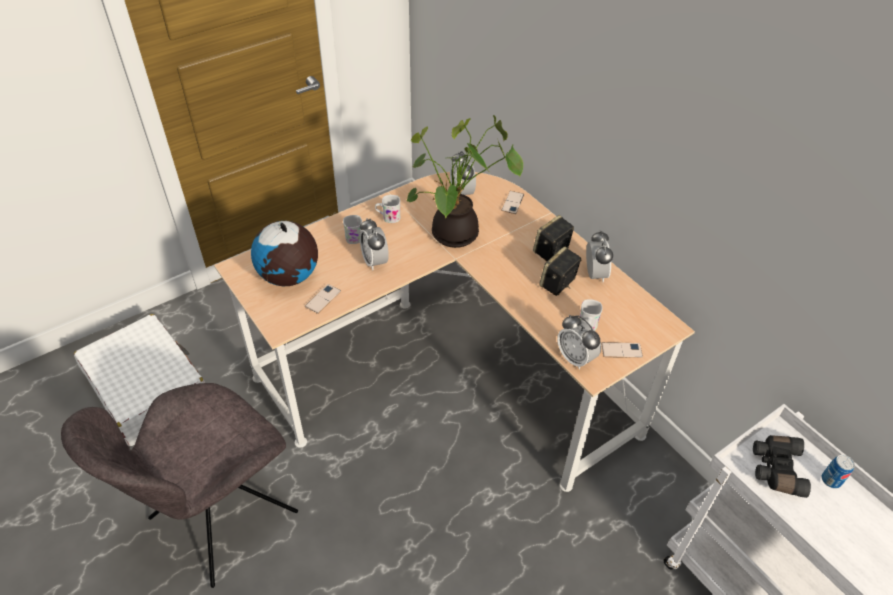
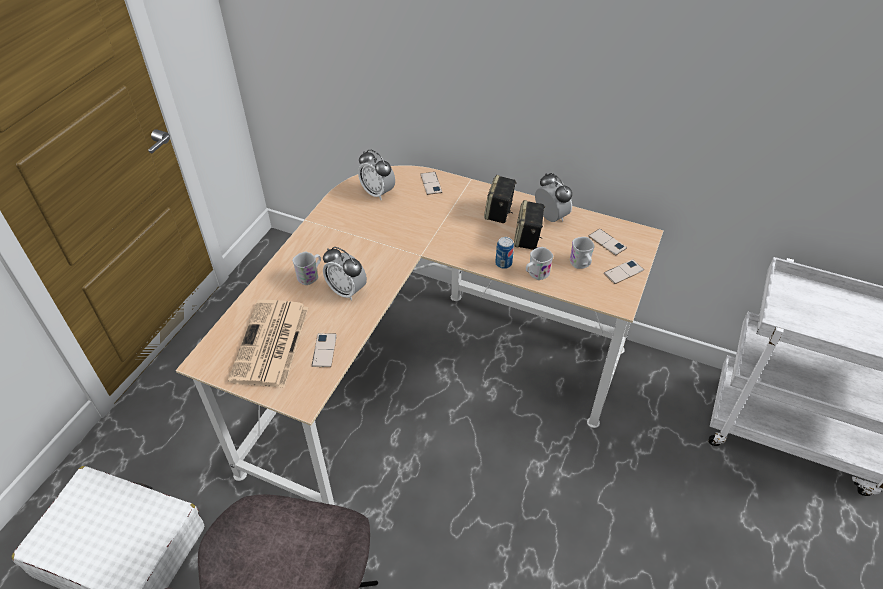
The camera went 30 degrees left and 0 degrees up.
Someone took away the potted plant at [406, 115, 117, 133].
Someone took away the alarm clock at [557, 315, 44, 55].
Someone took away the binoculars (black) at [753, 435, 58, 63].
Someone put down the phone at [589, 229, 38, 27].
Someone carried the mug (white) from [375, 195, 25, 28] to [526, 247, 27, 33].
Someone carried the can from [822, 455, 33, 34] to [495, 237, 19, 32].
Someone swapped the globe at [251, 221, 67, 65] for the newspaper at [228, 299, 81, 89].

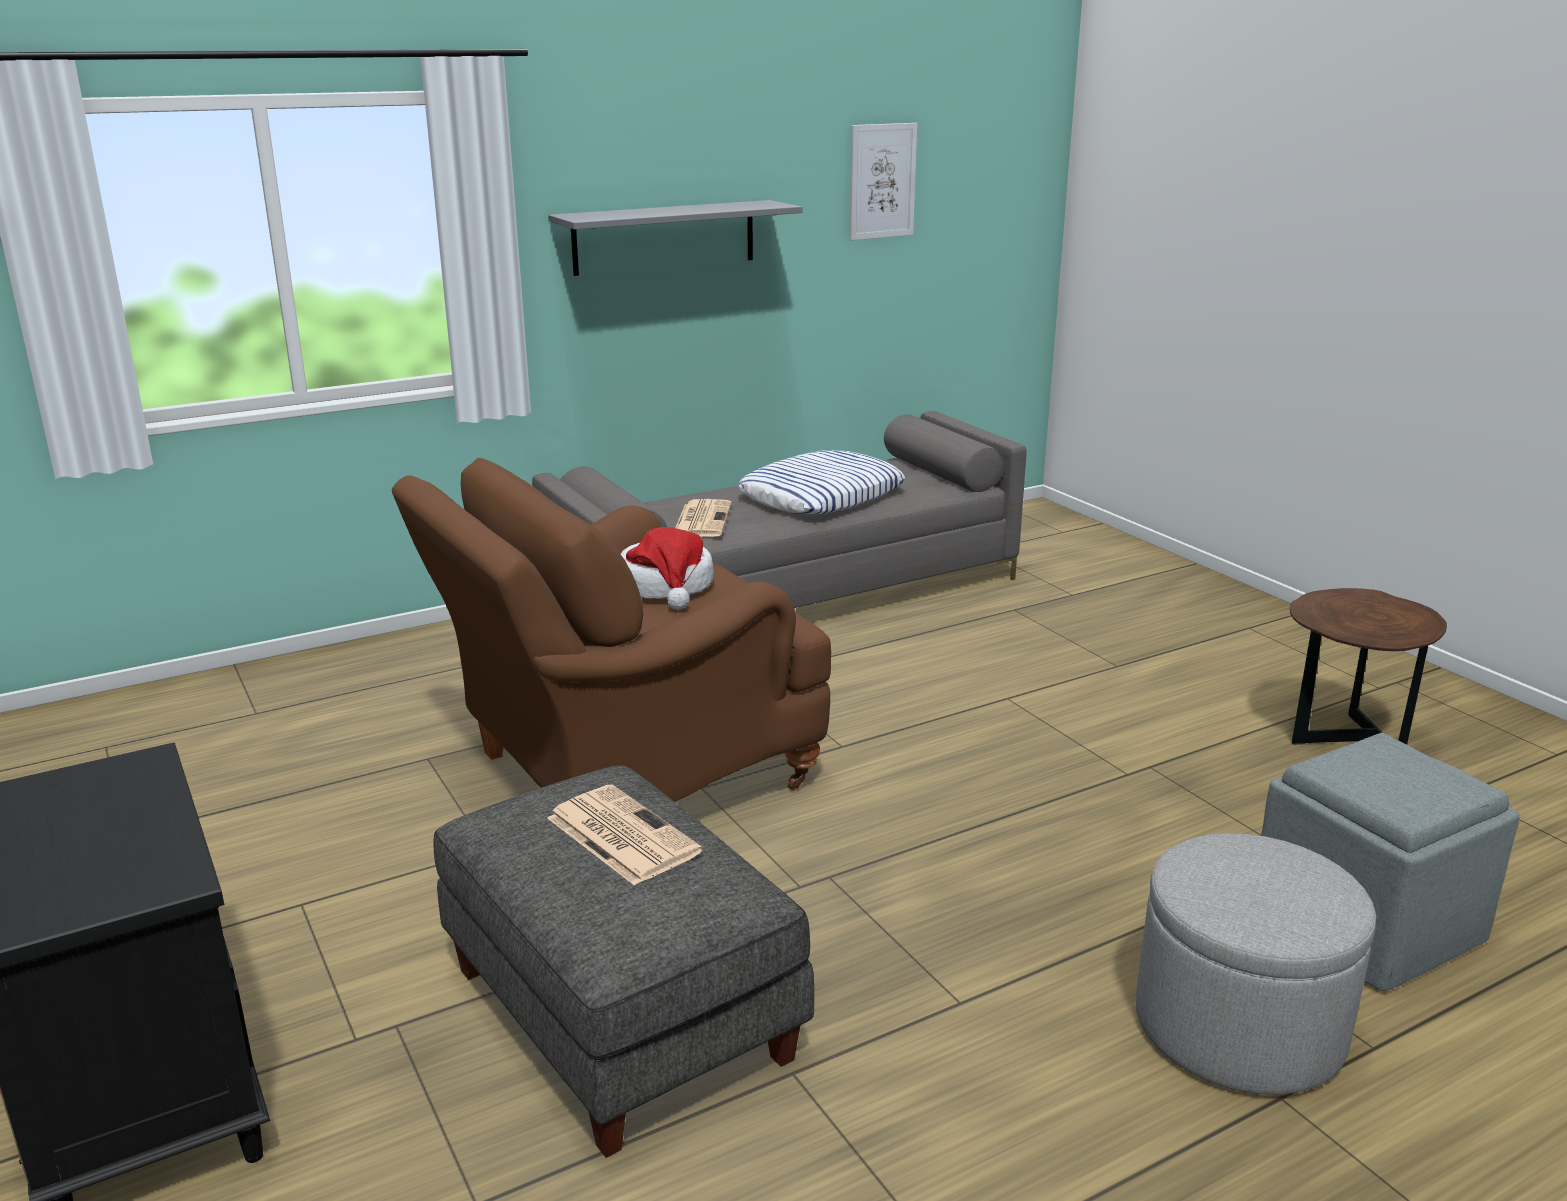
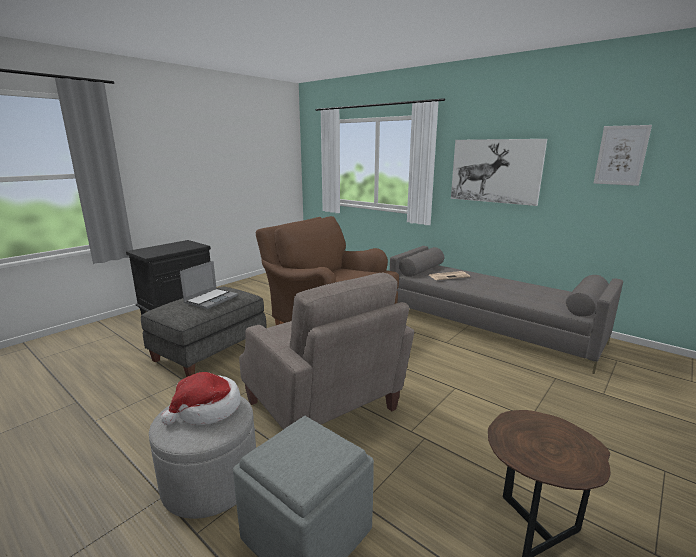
The camera went 70 degrees right and 5 degrees down.
Someone took away the pillow at [738, 450, 167, 65].
Someone put down the armchair (beige) at [239, 273, 175, 157].
Someone carried the hat from [621, 527, 93, 83] to [161, 372, 80, 53].
Someone swapped the newspaper at [547, 785, 156, 101] for the laptop at [180, 261, 58, 48].
Someone swapped the shelf (grey) at [548, 200, 254, 76] for the picture at [451, 139, 96, 67].

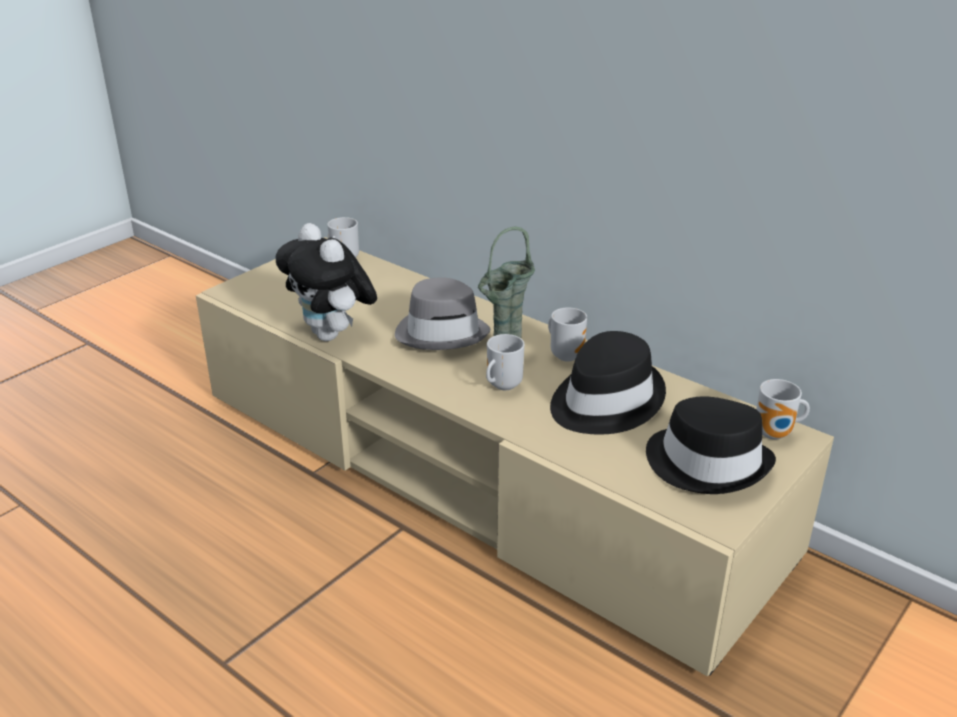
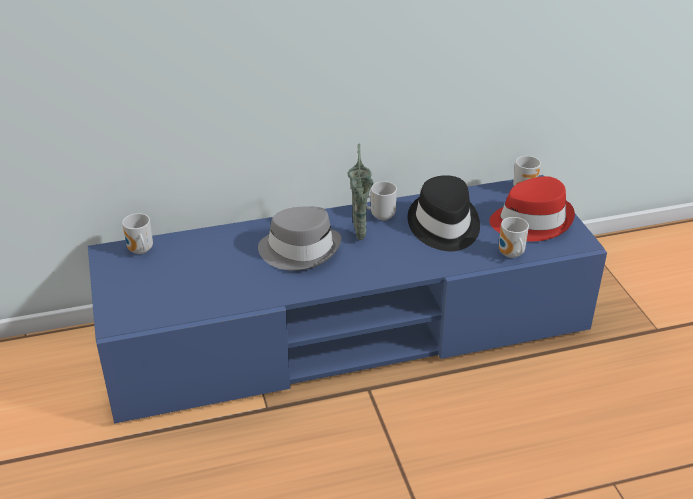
The camera went 55 degrees left and 5 degrees up.
Someone took away the plush toy at [275, 223, 102, 118].
Someone carried the mug from [486, 334, 38, 56] to [499, 217, 30, 41].
Someone repainted the tv stand (beige) at [196, 237, 638, 440], which became the tv stand (blue) at [88, 175, 519, 248].
Someone repainted the hat (black) at [646, 396, 130, 98], which became the hat (red) at [489, 176, 86, 65].

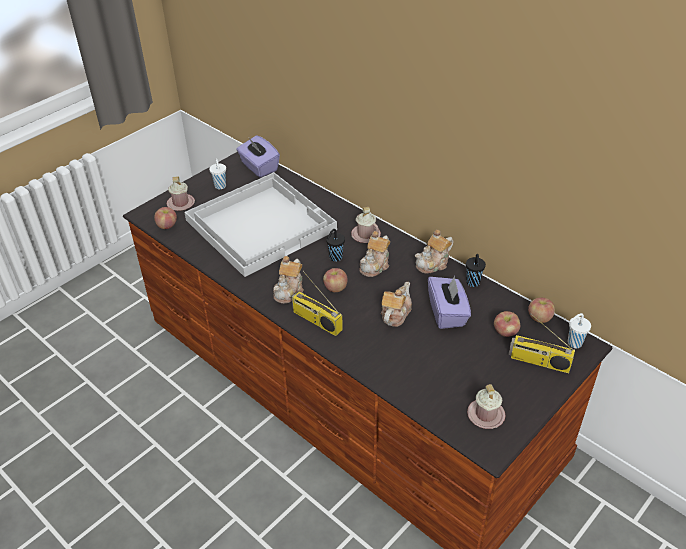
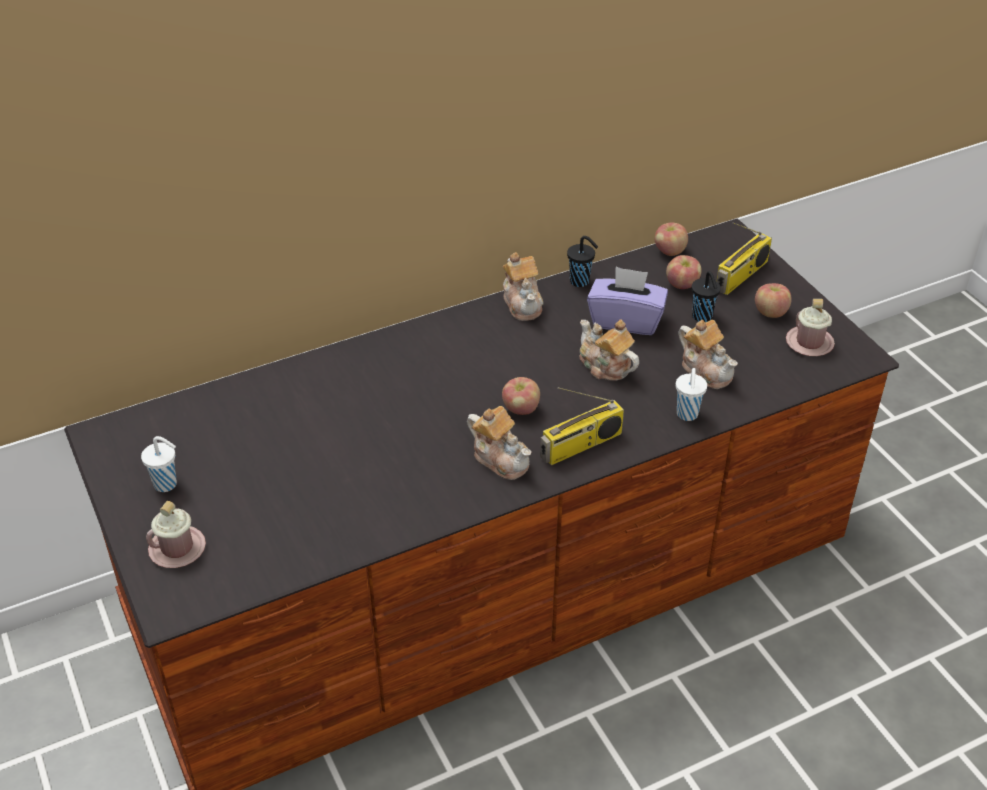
The camera went 70 degrees left and 0 degrees up.
Someone took away the tray (white) at [184, 172, 153, 105].
Someone took away the tissue box (purple) at [236, 136, 44, 42].
Someone took away the mug (pink) at [351, 207, 30, 36].
Someone carried the apple from [154, 207, 23, 22] to [755, 283, 36, 35].
Someone carried the cup (black) from [326, 229, 19, 33] to [691, 271, 30, 51].
Someone carried the teapot from [359, 231, 31, 46] to [678, 320, 60, 69].
Someone carried the cup (white) from [568, 313, 23, 36] to [676, 368, 31, 53].

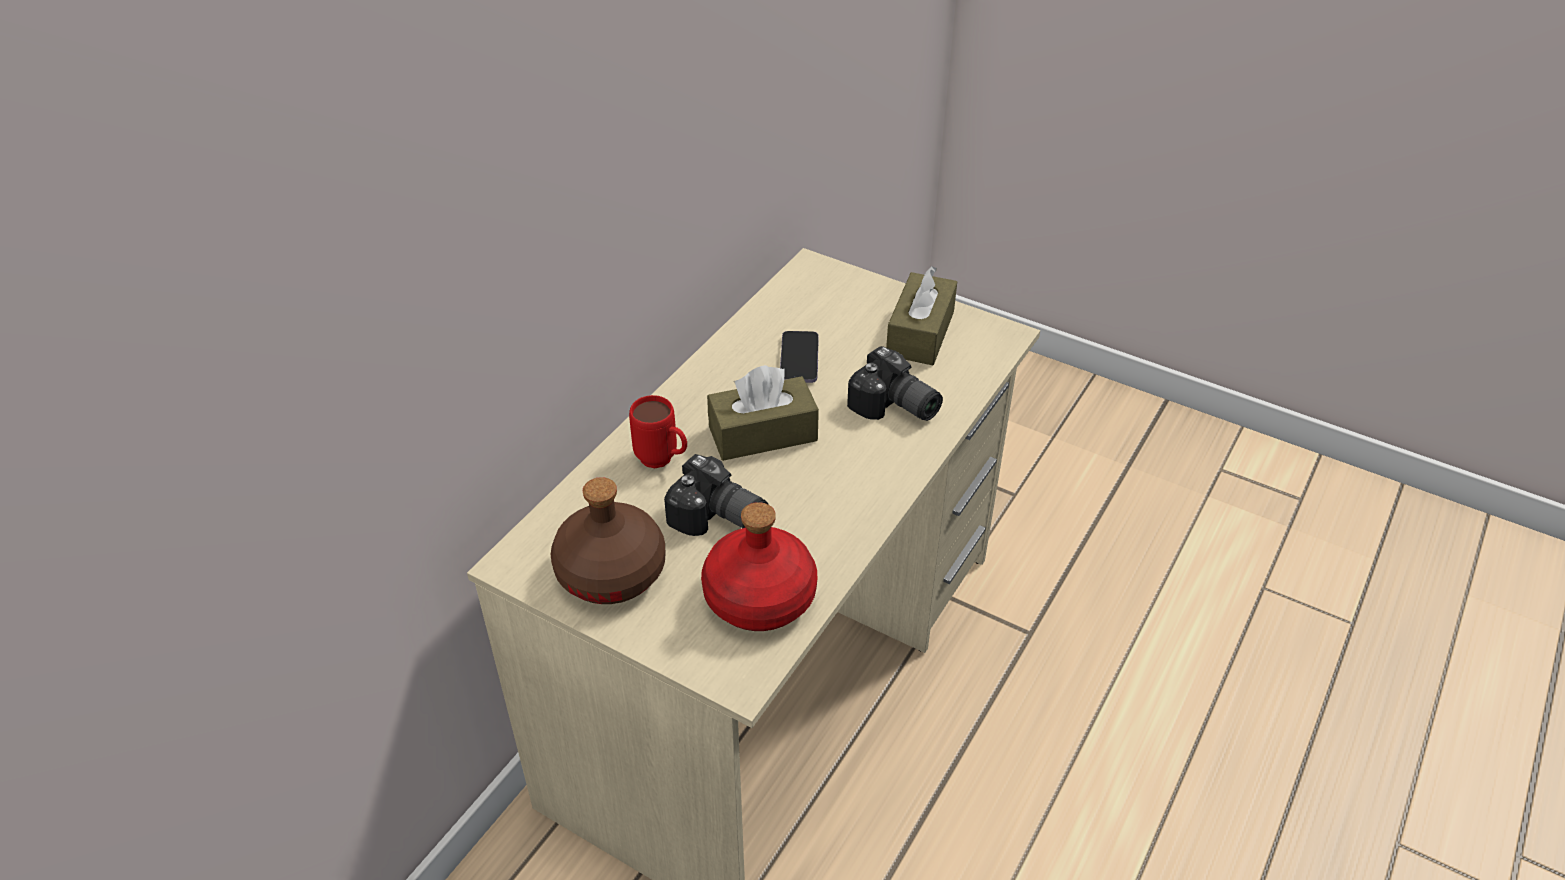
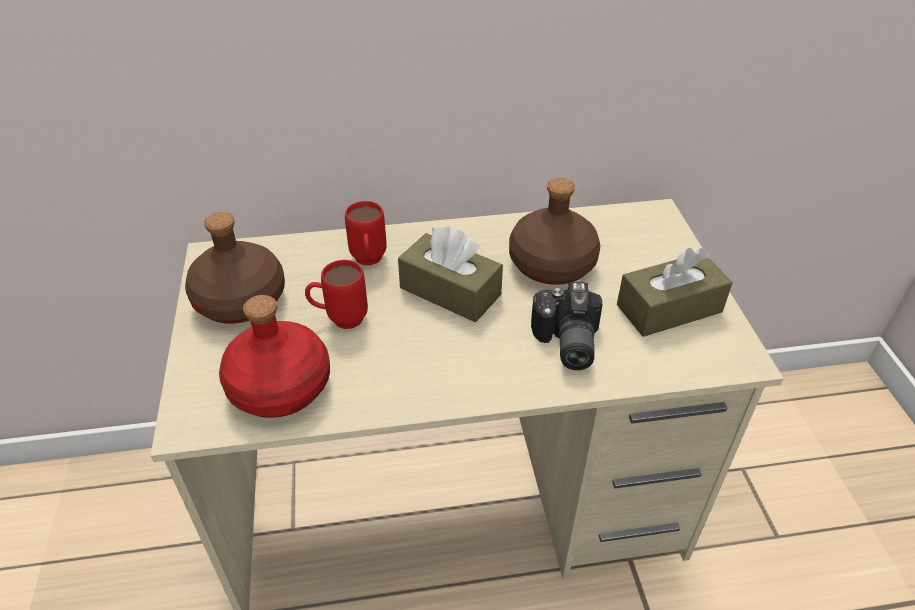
The camera went 50 degrees right and 0 degrees up.
Someone swapped the photo camera at [664, 454, 105, 82] for the mug (red) at [305, 260, 63, 69].
Someone swapped the phone at [780, 331, 39, 52] for the bottle (brown) at [509, 178, 91, 107].

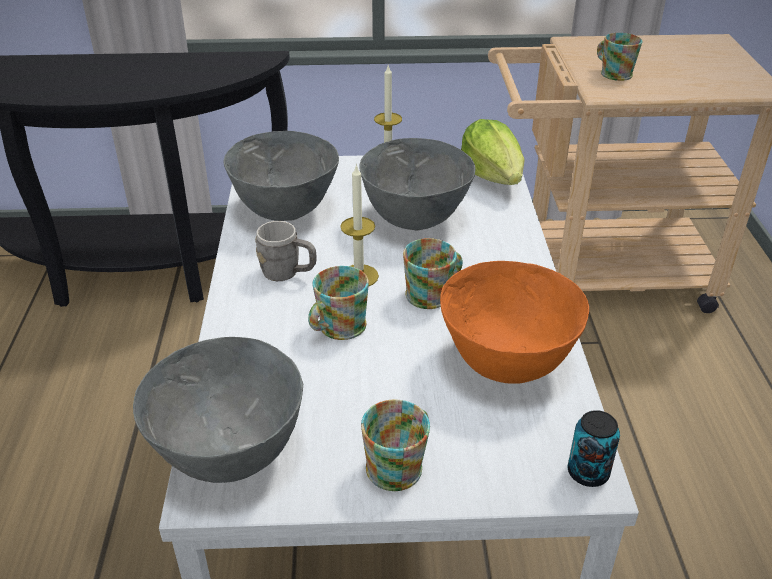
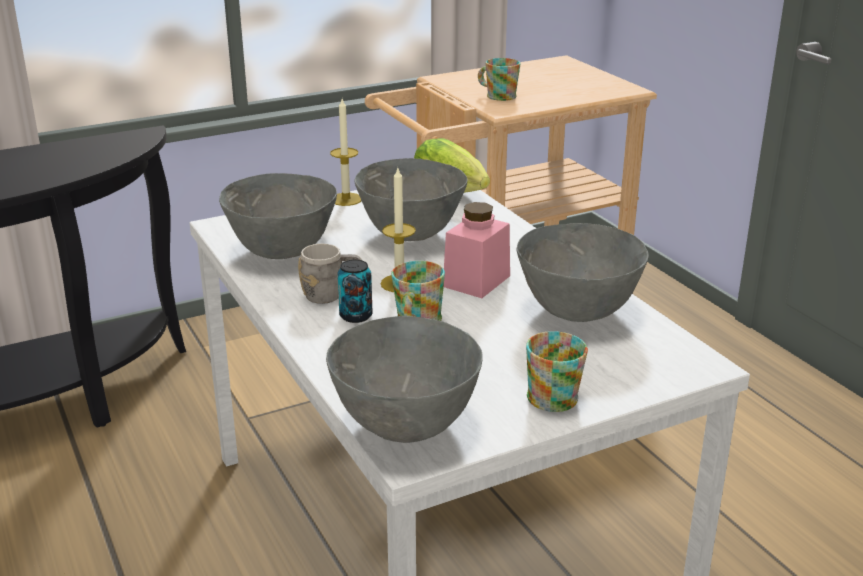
The camera went 25 degrees left and 10 degrees down.
Someone carried the can from [568, 410, 52, 77] to [337, 259, 35, 64].
Someone swapped the mug at [403, 238, 60, 71] for the jar (pink) at [444, 202, 66, 96].
Someone repainted the bowl (orange) at [440, 261, 149, 123], which became the bowl (grey) at [517, 223, 132, 99].

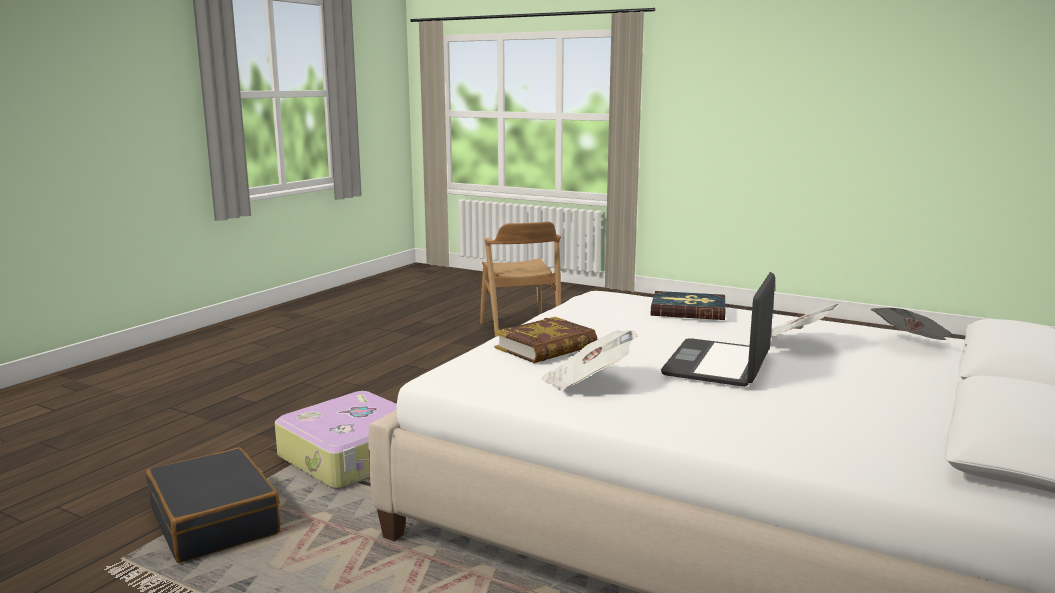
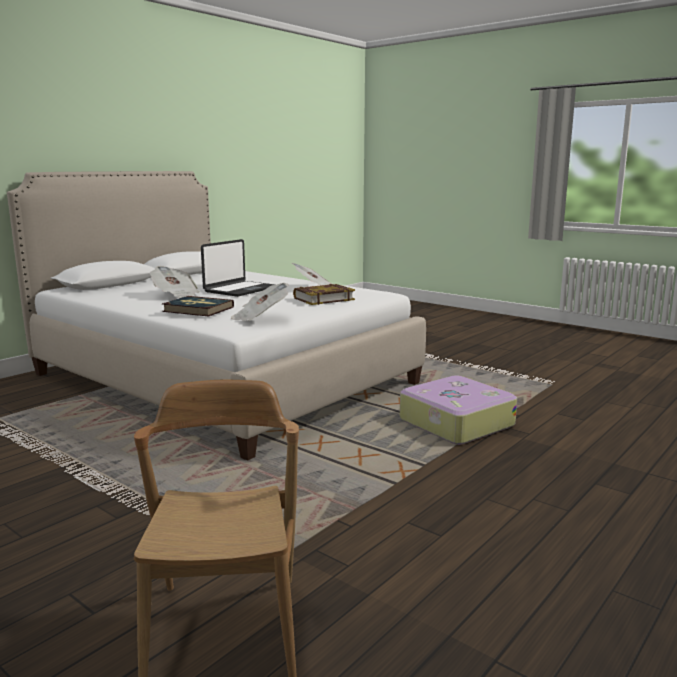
The camera went 170 degrees left and 0 degrees up.
Someone took away the suitcase (black) at [146, 448, 134, 115].
Someone carried the newspaper from [870, 308, 82, 32] to [231, 283, 58, 38].

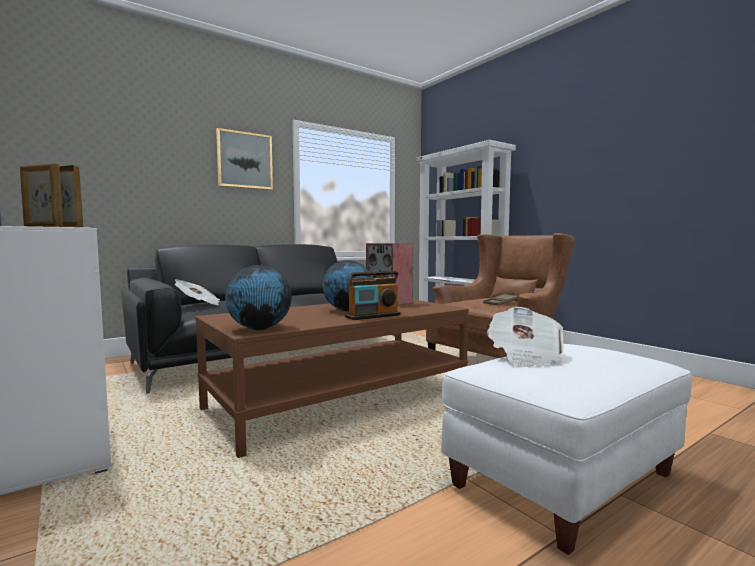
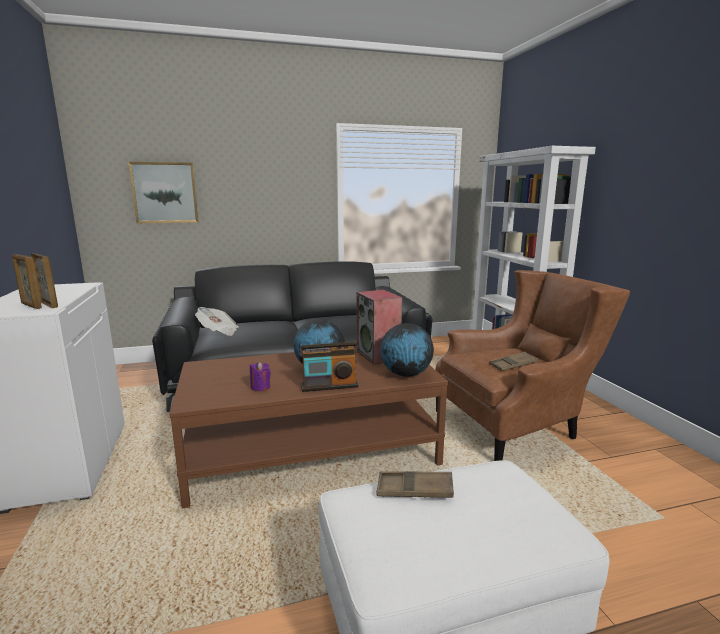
The camera went 20 degrees right and 10 degrees up.
Someone put down the candle (purple) at [250, 362, 21, 29].
Someone carried the picture from [216, 128, 57, 62] to [129, 162, 70, 61].
Someone carried the globe from [225, 265, 67, 65] to [380, 323, 54, 54].
Someone swapped the newspaper at [487, 307, 77, 60] for the tray (brown) at [376, 471, 78, 27].

